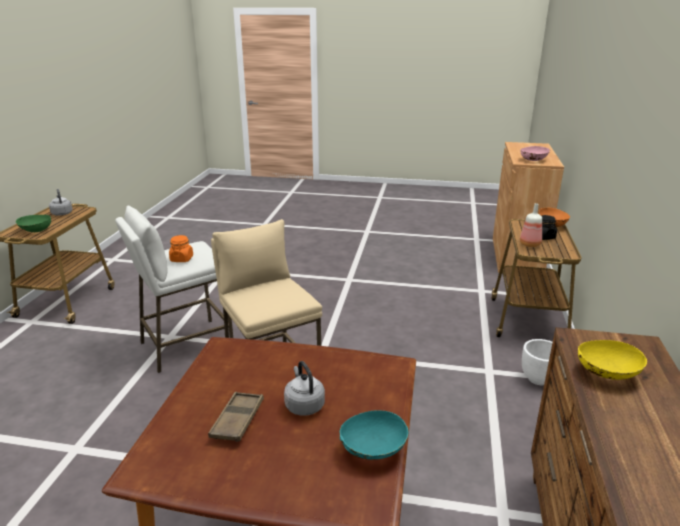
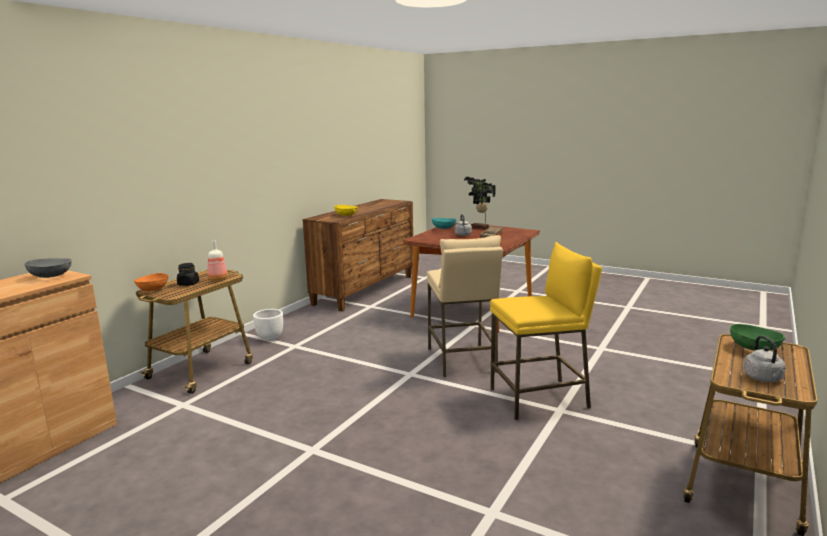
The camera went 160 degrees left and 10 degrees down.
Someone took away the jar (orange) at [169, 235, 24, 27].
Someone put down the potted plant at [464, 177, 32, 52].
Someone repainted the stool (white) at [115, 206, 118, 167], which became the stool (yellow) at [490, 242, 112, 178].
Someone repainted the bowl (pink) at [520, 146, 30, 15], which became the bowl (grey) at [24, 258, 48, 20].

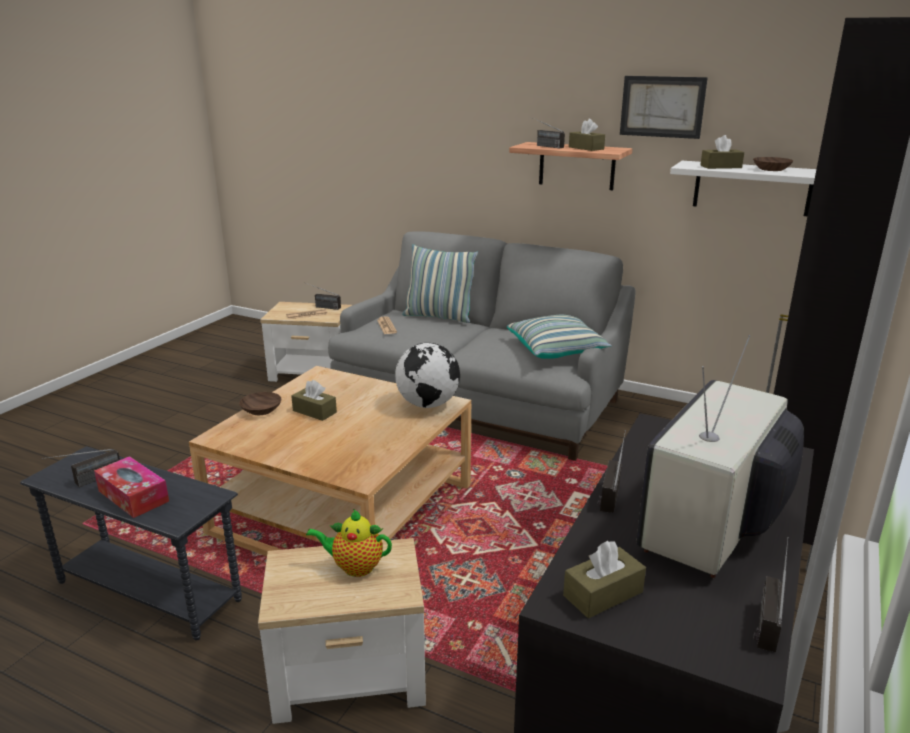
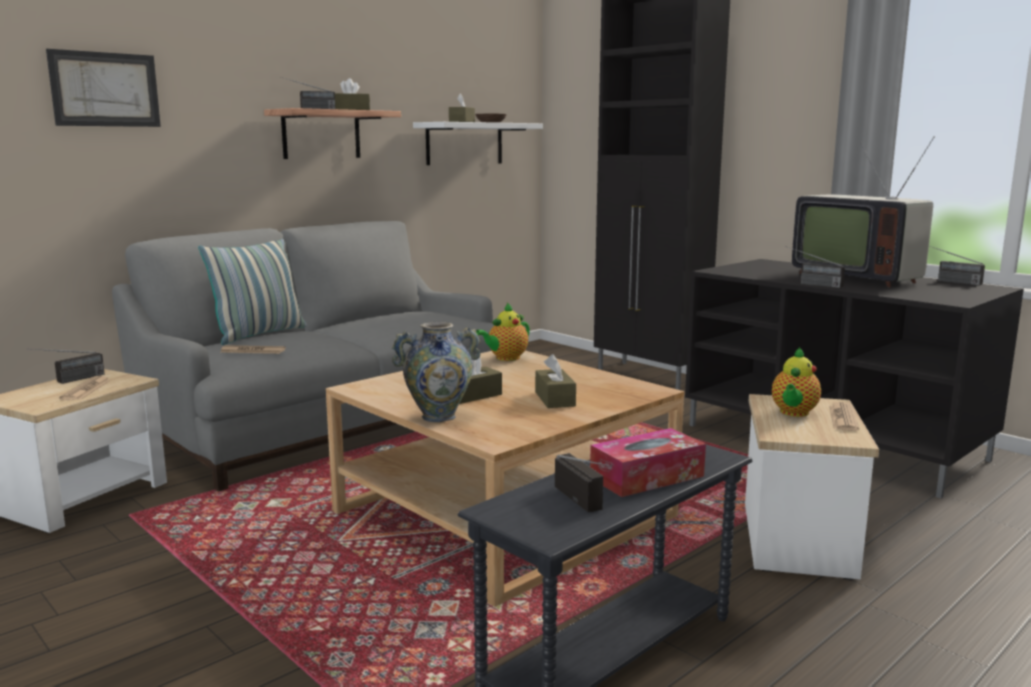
The camera went 70 degrees left and 10 degrees down.
Someone took away the pillow at [507, 315, 105, 44].
Someone put down the newspaper at [829, 402, 30, 29].
Someone carried the tissue box (brown) from [563, 541, 83, 77] to [535, 354, 41, 54].
Someone carried the picture from [620, 76, 88, 63] to [46, 49, 115, 78].
Someone swapped the bowl (brown) at [239, 392, 42, 23] for the vase at [392, 322, 89, 100].
Someone swapped the globe at [395, 343, 65, 65] for the teapot at [476, 303, 54, 58].

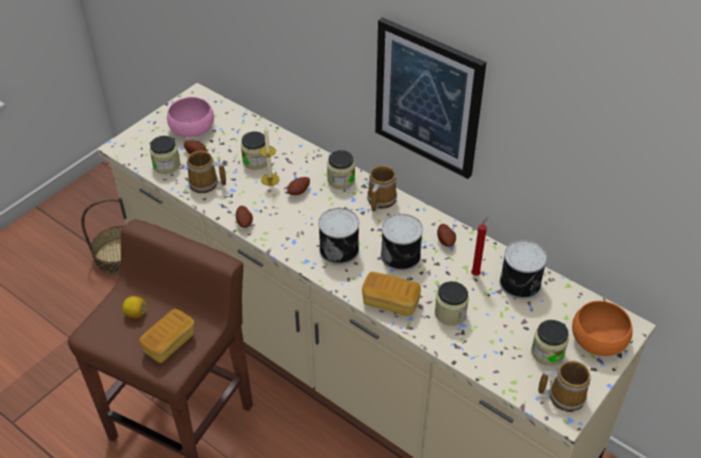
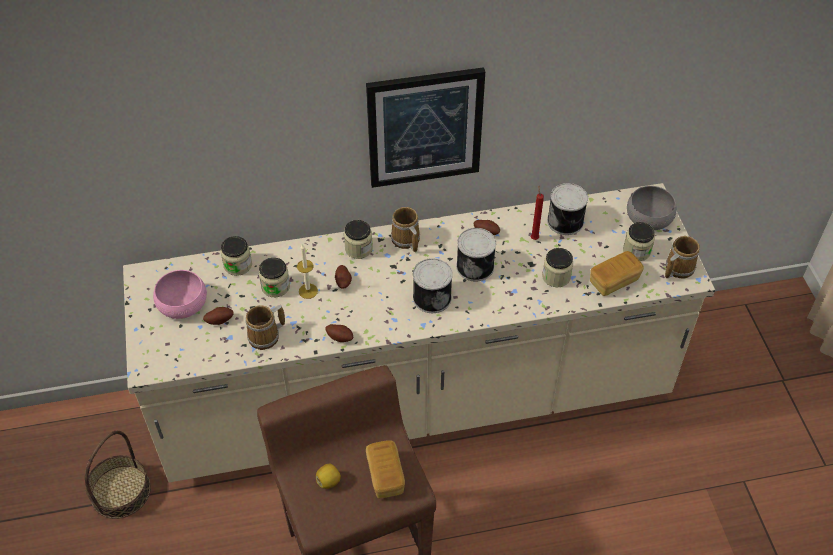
The camera went 50 degrees left and 5 degrees up.
Someone carried the jar from [150, 136, 30, 38] to [221, 236, 31, 40].
Someone carried the bread from [362, 272, 59, 44] to [590, 251, 54, 45].
Someone repainted the bowl (orange) at [572, 301, 61, 55], which became the bowl (grey) at [627, 186, 50, 44].

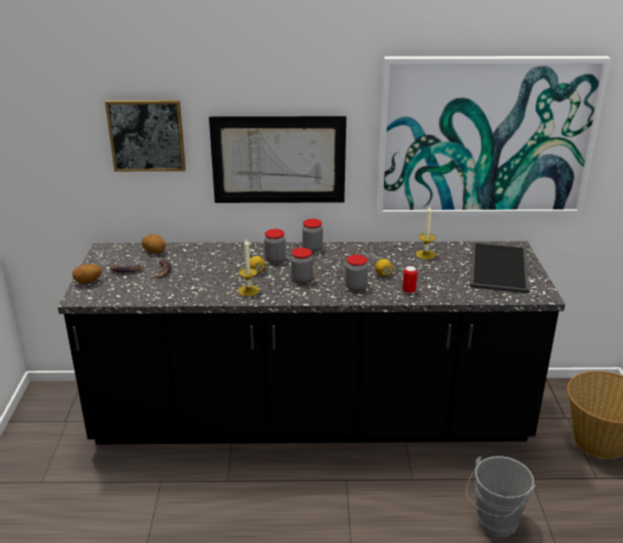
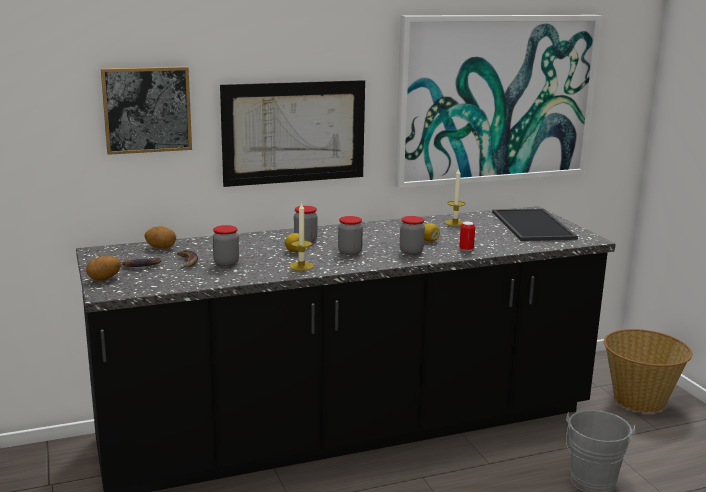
The camera went 20 degrees left and 10 degrees down.
Someone carried the jar from [302, 219, 21, 33] to [213, 225, 26, 41].

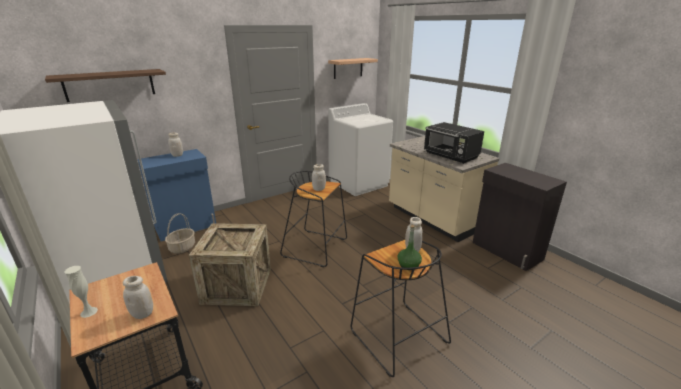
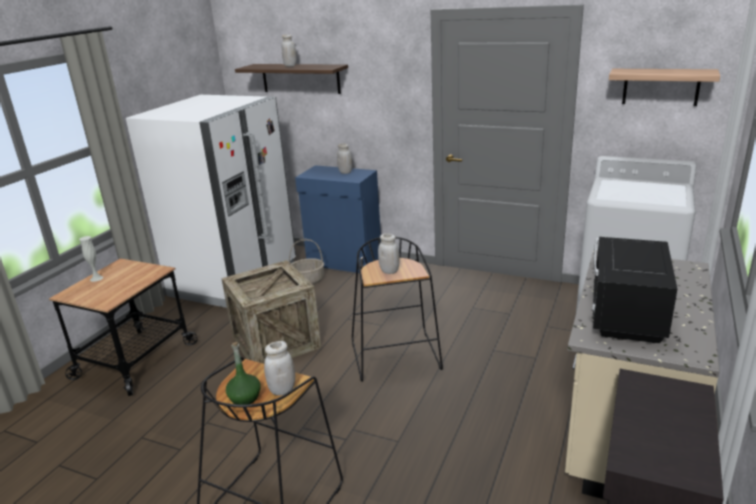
The camera went 60 degrees right and 0 degrees up.
Someone carried the jar (white) from [123, 276, 30, 43] to [281, 34, 16, 33].

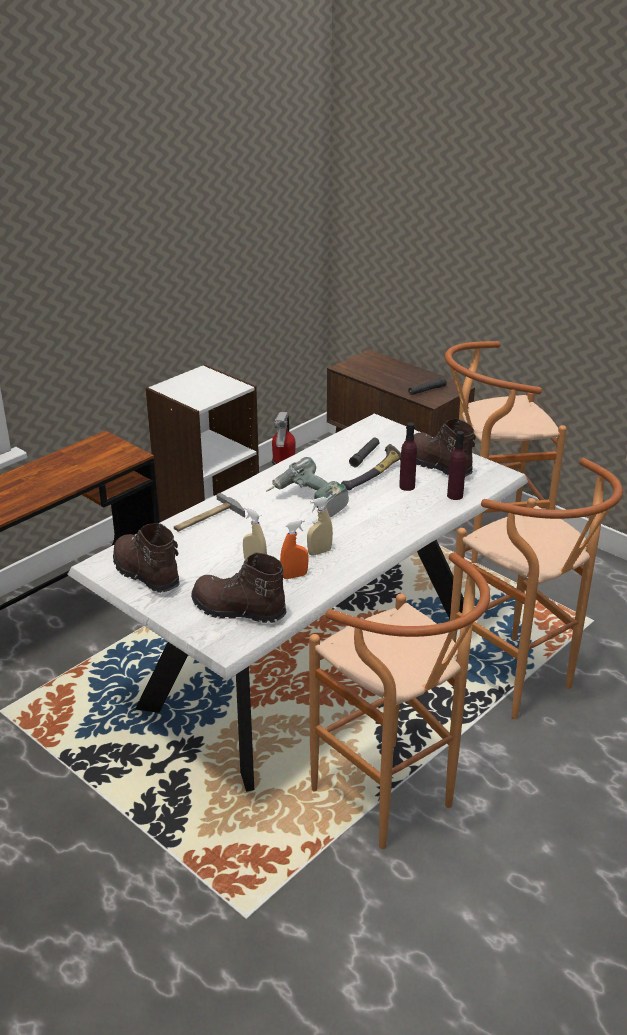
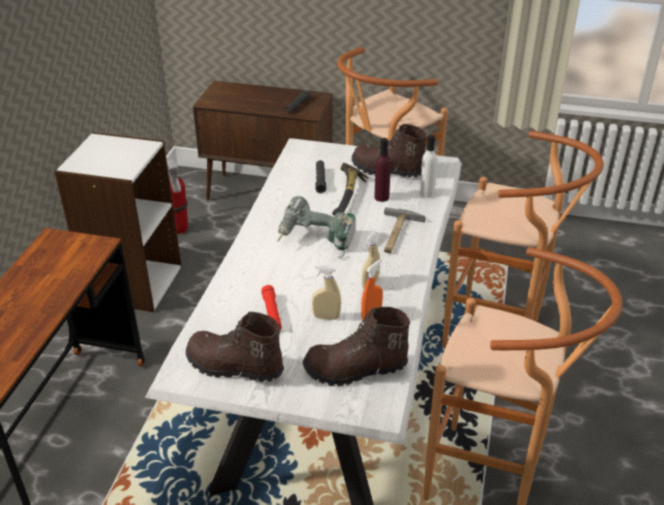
The camera went 30 degrees left and 5 degrees up.
Someone put down the flashlight (red) at [261, 285, 21, 45].
Someone carried the hammer from [174, 493, 71, 39] to [384, 207, 42, 46].
Someone repainted the bottle (purple) at [447, 431, 19, 69], which became the bottle (white) at [419, 134, 18, 64].

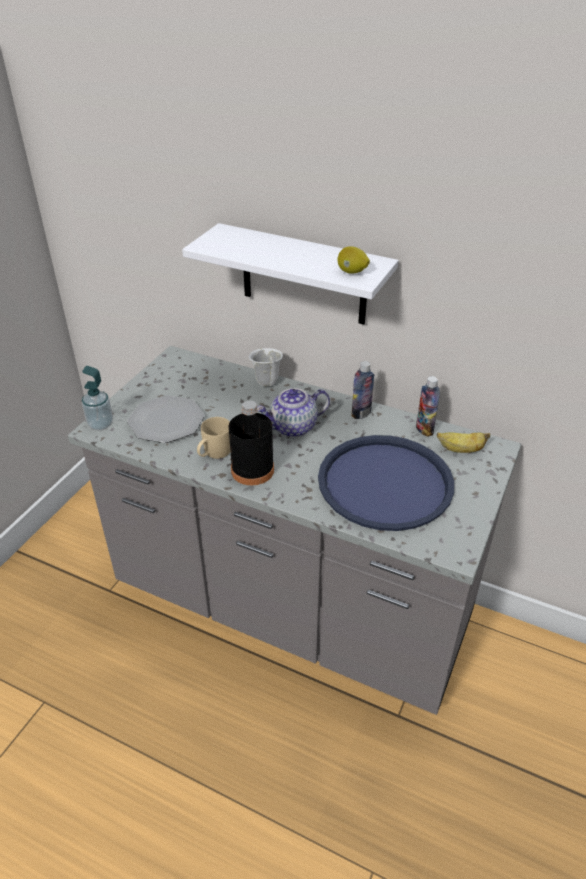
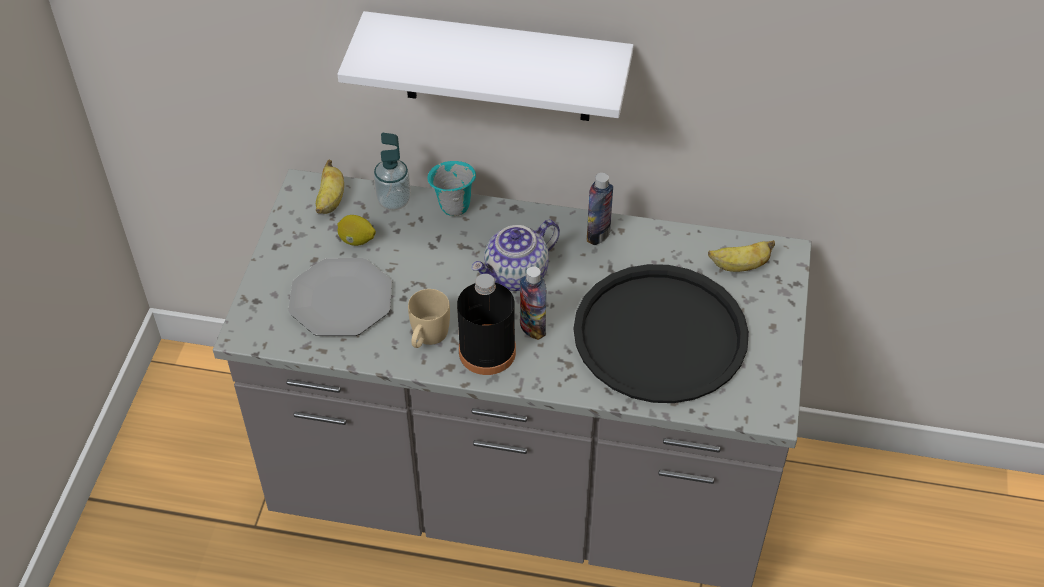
The camera went 15 degrees left and 10 degrees up.
Someone put down the banana at [316, 160, 28, 54].
Someone carried the soap dispenser from [82, 366, 31, 64] to [373, 133, 38, 77].
Someone carried the lemon from [338, 246, 32, 28] to [338, 215, 38, 31].
Someone carried the bottle from [416, 376, 24, 61] to [520, 266, 26, 74].
Someone repainted the mug (white) at [249, 348, 34, 39], which became the mug (turquoise) at [427, 161, 49, 55].
Someone repainted the tray (blue) at [318, 435, 136, 96], which became the tray (black) at [573, 264, 176, 139].

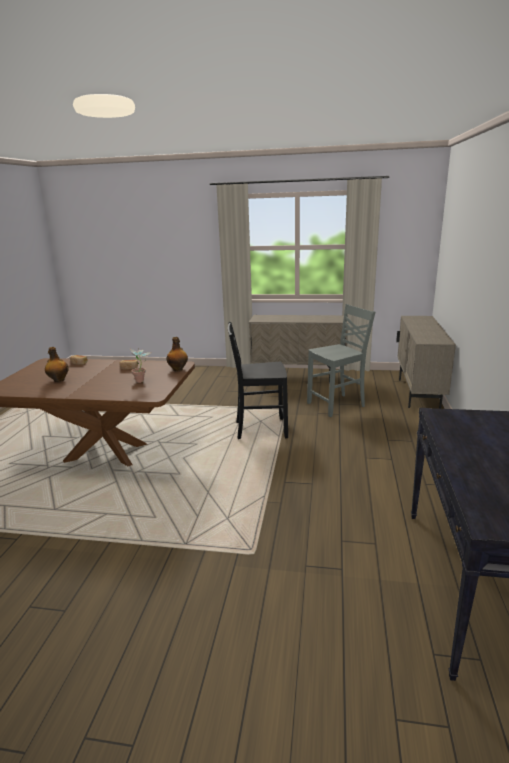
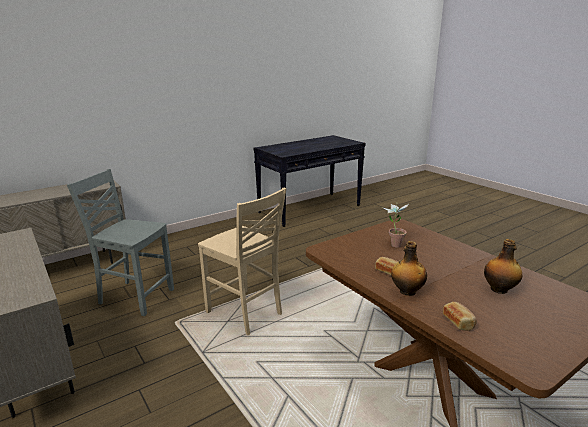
The camera went 135 degrees left and 0 degrees up.
Someone carried the bottle from [166, 337, 22, 34] to [391, 241, 36, 55].
Someone repainted the chair (black) at [228, 322, 60, 117], which became the chair (beige) at [198, 187, 89, 149].

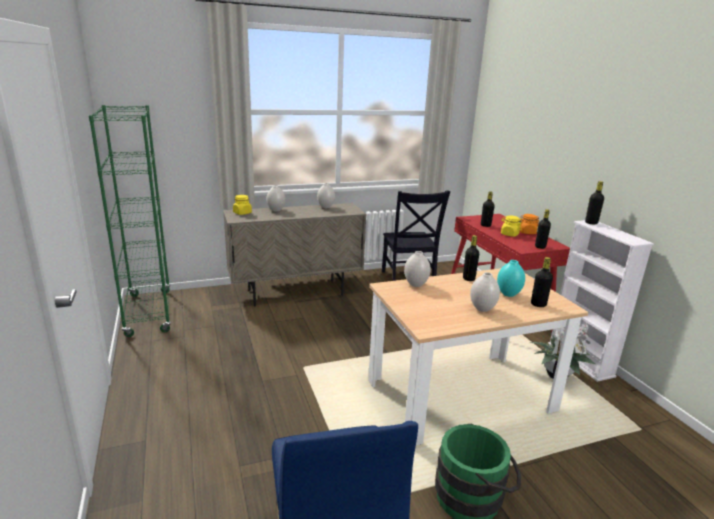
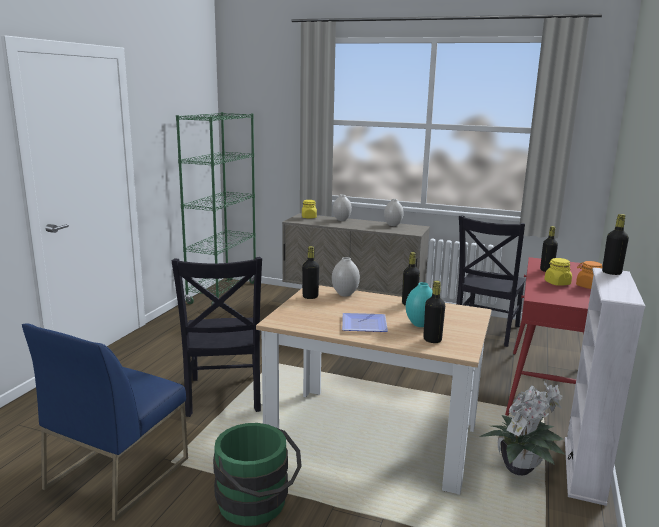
The camera went 40 degrees right and 5 degrees down.
Someone put down the chair (black) at [172, 257, 90, 160].
Someone carried the bottle (black) from [535, 209, 16, 40] to [302, 246, 17, 53].
Someone swapped the vase (white) at [470, 272, 30, 40] for the plate at [342, 313, 46, 19].

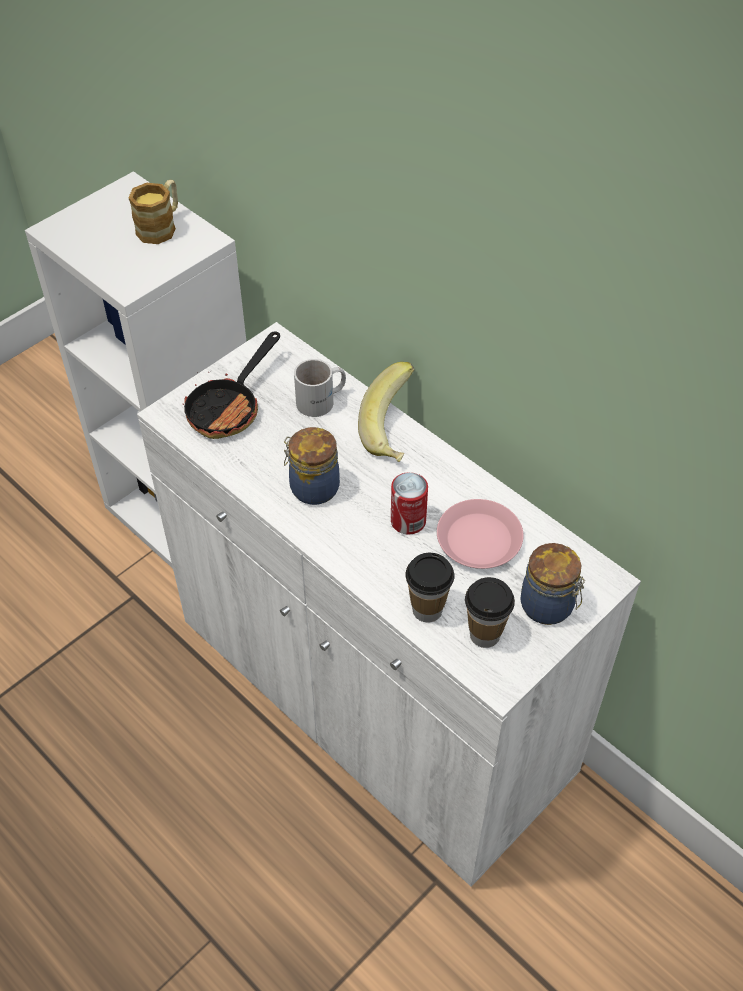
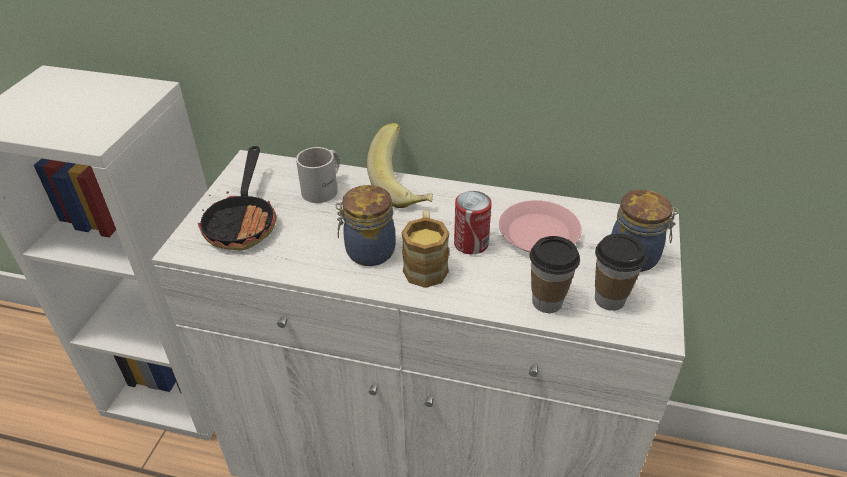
The camera went 30 degrees left and 10 degrees down.
Someone carried the mug from [128, 180, 50, 64] to [401, 210, 49, 78].

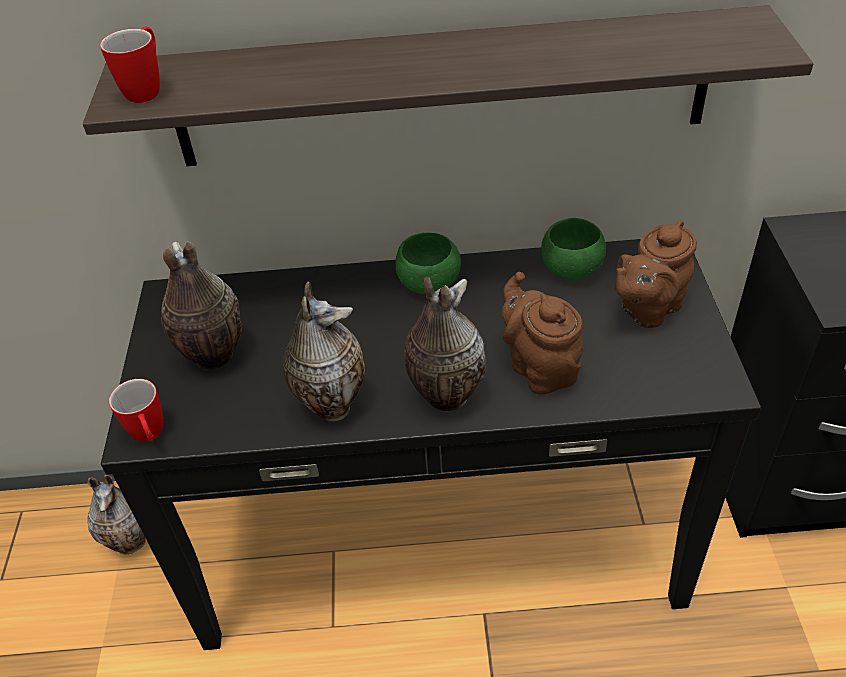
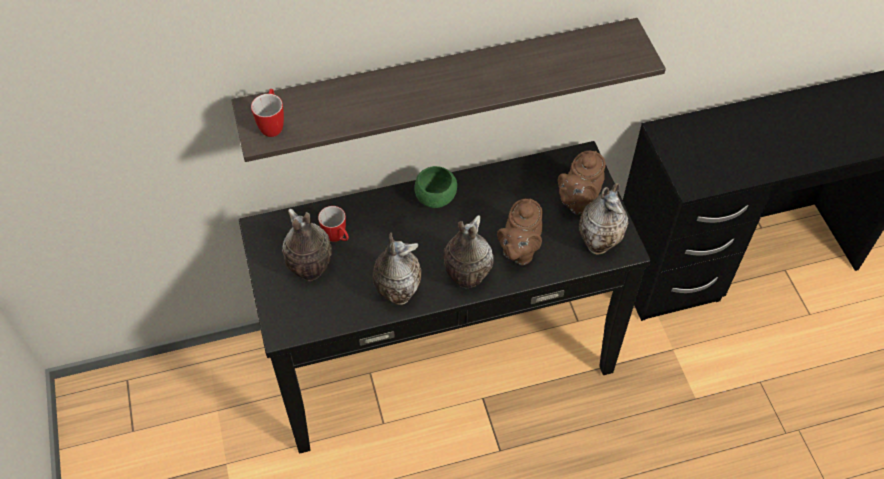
The camera went 15 degrees left and 10 degrees up.
Someone took away the bowl (green) at [541, 218, 65, 61].
Someone carried the vase from [87, 475, 59, 79] to [579, 183, 49, 71].
Someone carried the mug from [109, 379, 54, 63] to [318, 206, 31, 36].
Someone rotated the teapot (brown) at [502, 272, 81, 122] by 120 degrees counterclockwise.

